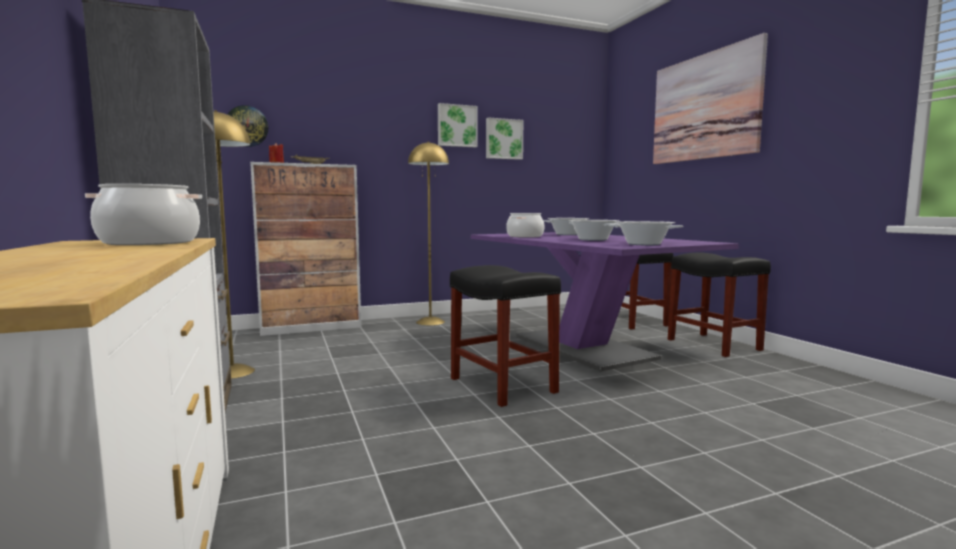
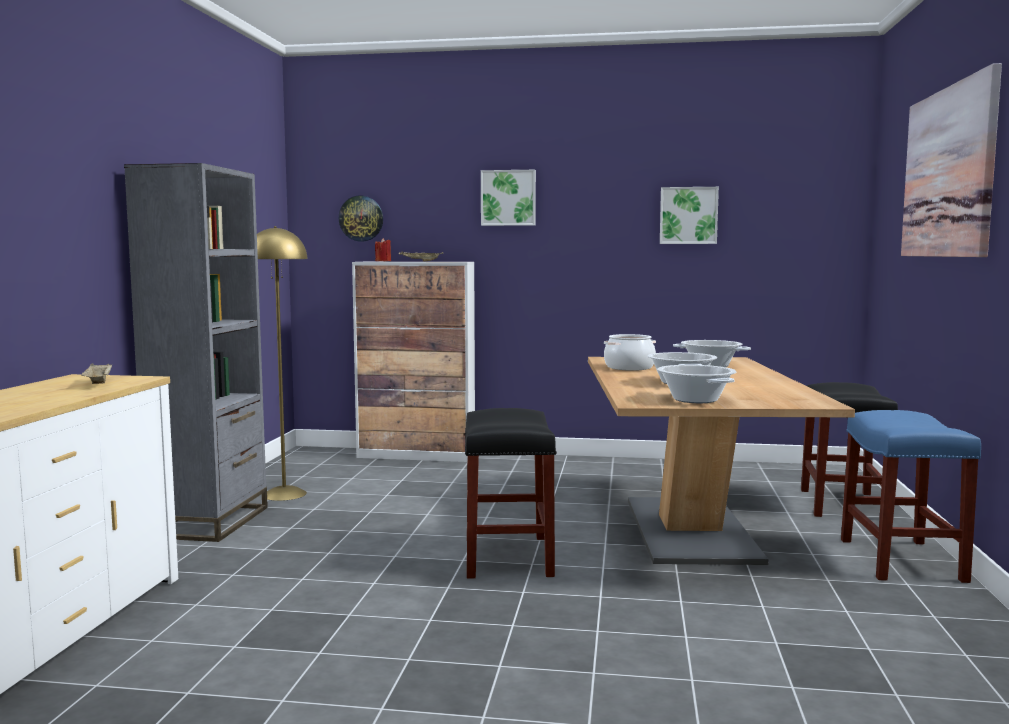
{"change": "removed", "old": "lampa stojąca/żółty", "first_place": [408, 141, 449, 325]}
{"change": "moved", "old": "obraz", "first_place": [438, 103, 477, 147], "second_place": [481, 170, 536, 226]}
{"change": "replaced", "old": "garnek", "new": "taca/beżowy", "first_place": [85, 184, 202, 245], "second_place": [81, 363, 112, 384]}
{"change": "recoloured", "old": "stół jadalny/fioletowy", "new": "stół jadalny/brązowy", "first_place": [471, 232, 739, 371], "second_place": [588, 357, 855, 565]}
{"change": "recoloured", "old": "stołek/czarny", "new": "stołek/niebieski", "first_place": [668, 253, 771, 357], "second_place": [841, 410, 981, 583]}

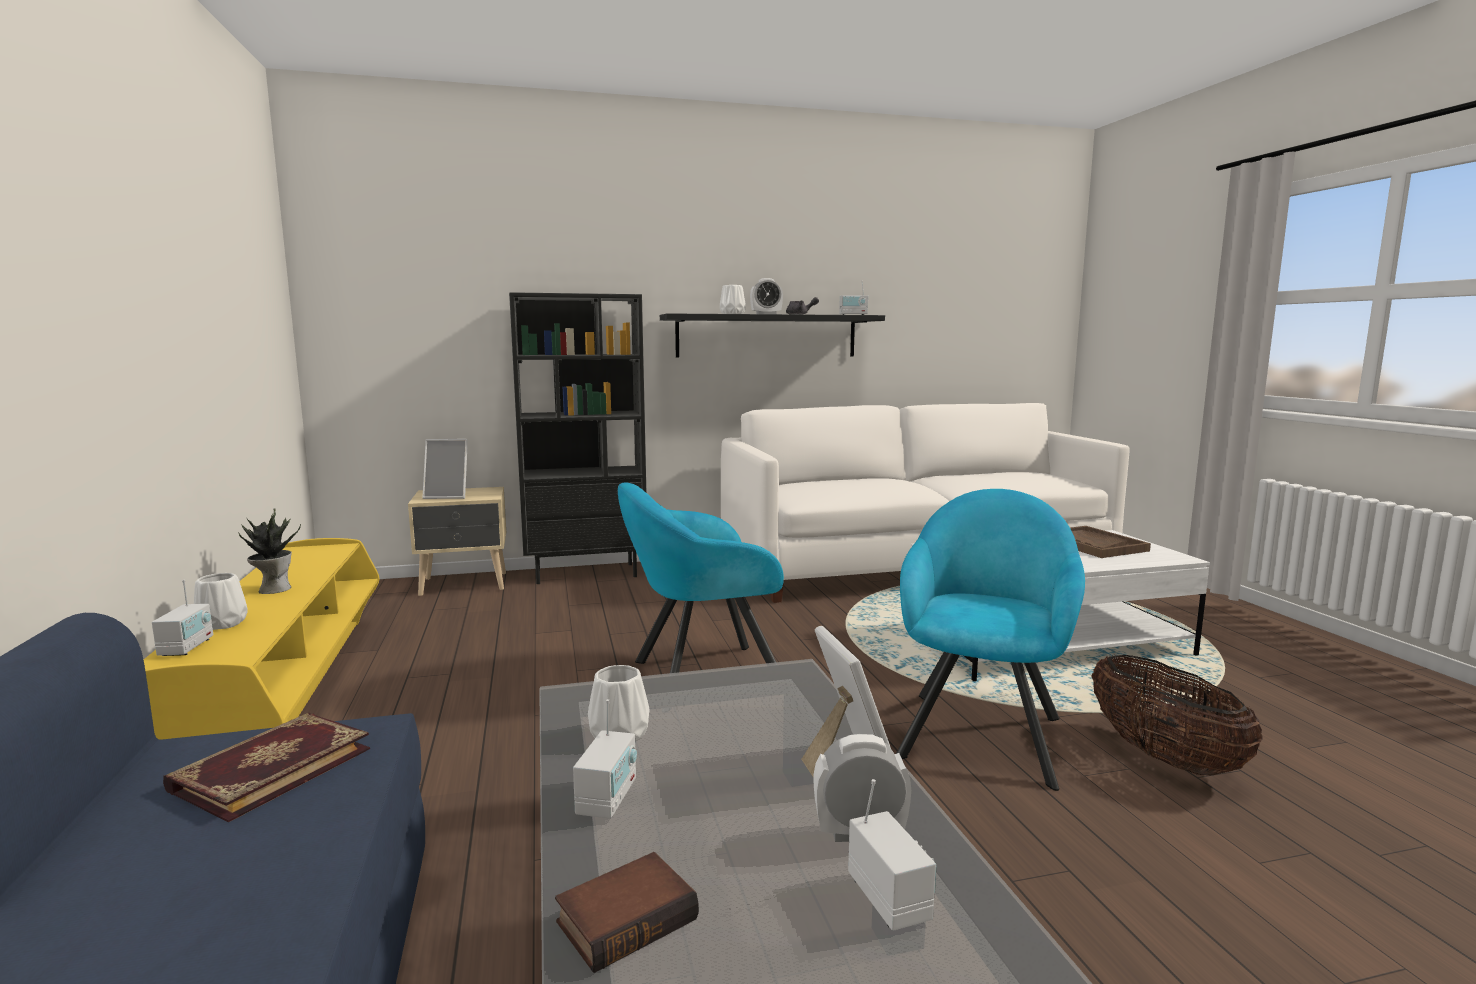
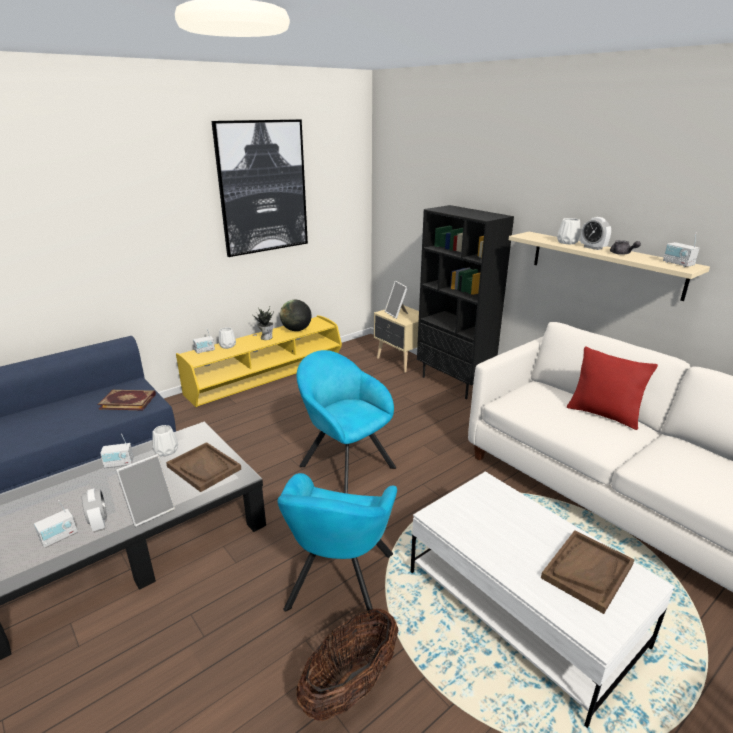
{"change": "removed", "old": "książka", "first_place": [555, 852, 699, 973]}
{"change": "added", "new": "taca/brązowy", "second_place": [166, 442, 241, 492]}
{"change": "added", "new": "obraz", "second_place": [211, 119, 308, 257]}
{"change": "added", "new": "globus", "second_place": [280, 300, 312, 331]}
{"change": "added", "new": "poduszka/czerwony", "second_place": [567, 346, 658, 430]}
{"change": "recoloured", "old": "półka/czarny", "new": "półka/beżowy", "first_place": [660, 313, 885, 357], "second_place": [509, 232, 710, 301]}
{"change": "turned", "old": "fotel/turkusowy", "first_place": [896, 489, 1085, 791], "second_place": [278, 473, 397, 627], "degrees": 105}

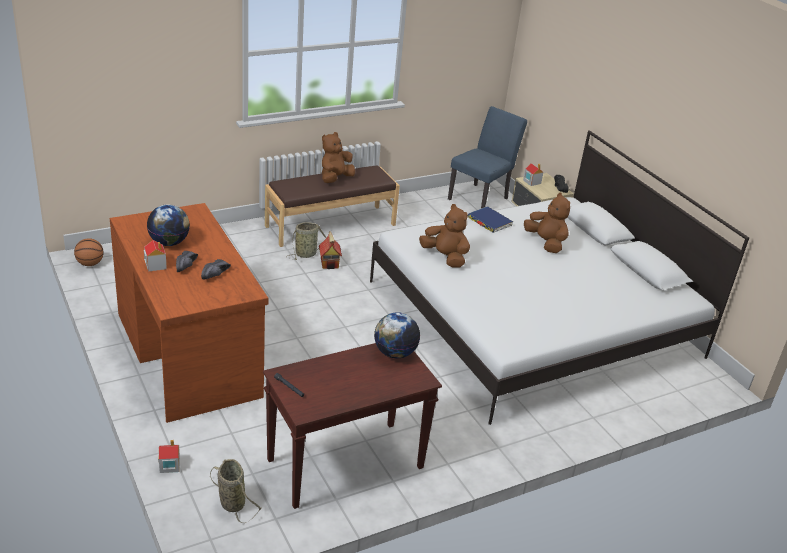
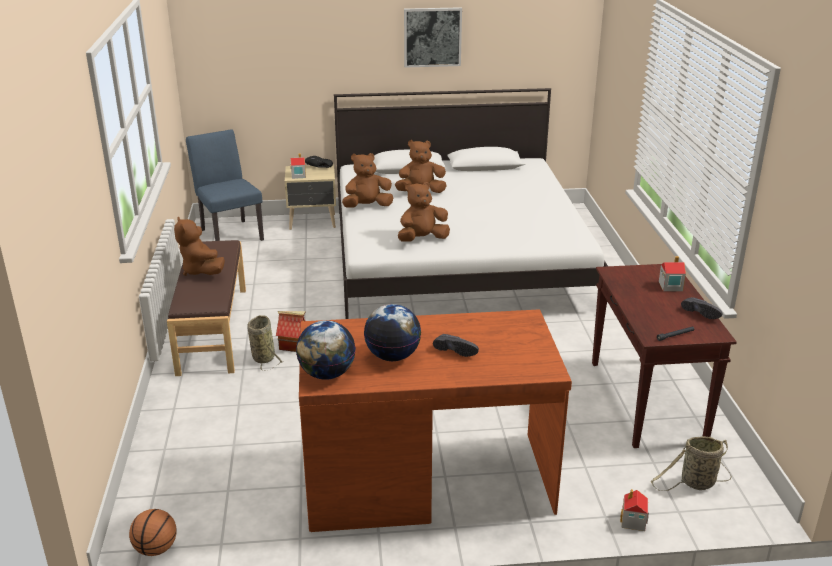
{"change": "added", "new": "obraz", "second_place": [404, 7, 462, 67]}
{"change": "moved", "old": "domek", "first_place": [144, 240, 167, 272], "second_place": [659, 256, 686, 291]}
{"change": "moved", "old": "but/czarny", "first_place": [201, 259, 231, 279], "second_place": [681, 297, 722, 319]}
{"change": "moved", "old": "globus", "first_place": [374, 312, 420, 358], "second_place": [296, 320, 356, 380]}
{"change": "replaced", "old": "książka/niebieski", "new": "pluszak/brązowy", "first_place": [467, 206, 513, 233], "second_place": [342, 153, 393, 207]}

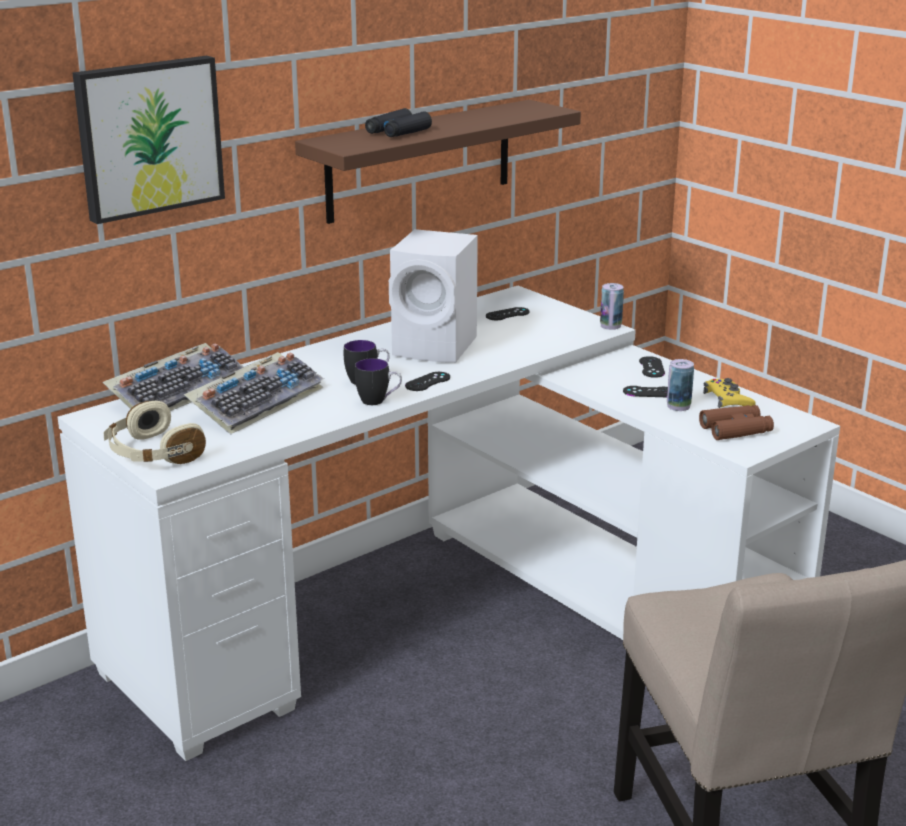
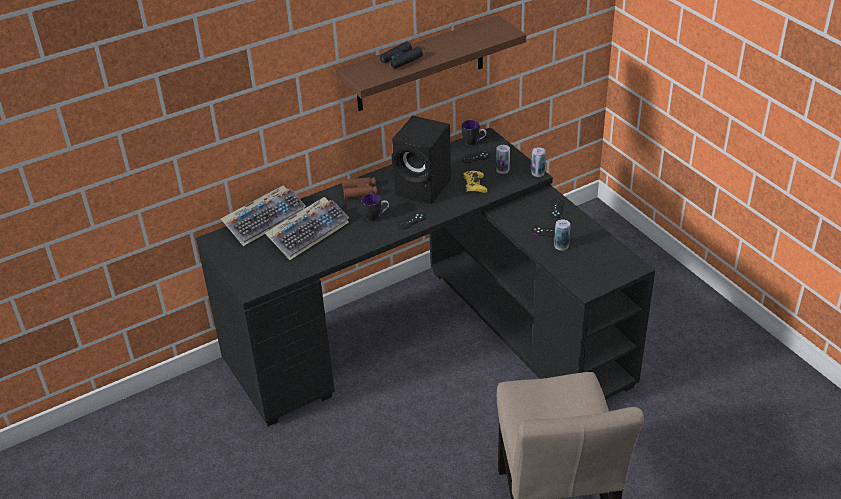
{"change": "removed", "old": "obraz", "first_place": [73, 56, 225, 224]}
{"change": "removed", "old": "słuchawki/beżowy", "first_place": [104, 401, 206, 464]}
{"change": "added", "new": "puszka", "second_place": [496, 145, 510, 174]}
{"change": "moved", "old": "kubek", "first_place": [355, 358, 402, 405], "second_place": [462, 120, 486, 145]}
{"change": "moved", "old": "lornetka/brązowy", "first_place": [699, 405, 774, 440], "second_place": [342, 177, 378, 199]}
{"change": "moved", "old": "pad do gier/żółty", "first_place": [703, 378, 756, 408], "second_place": [463, 171, 487, 193]}
{"change": "recoloured", "old": "biurko/biały", "new": "biurko/czarny", "first_place": [58, 286, 840, 761], "second_place": [196, 127, 655, 426]}
{"change": "recoloured", "old": "głośnik/biały", "new": "głośnik/czarny", "first_place": [389, 229, 478, 363], "second_place": [392, 116, 451, 204]}

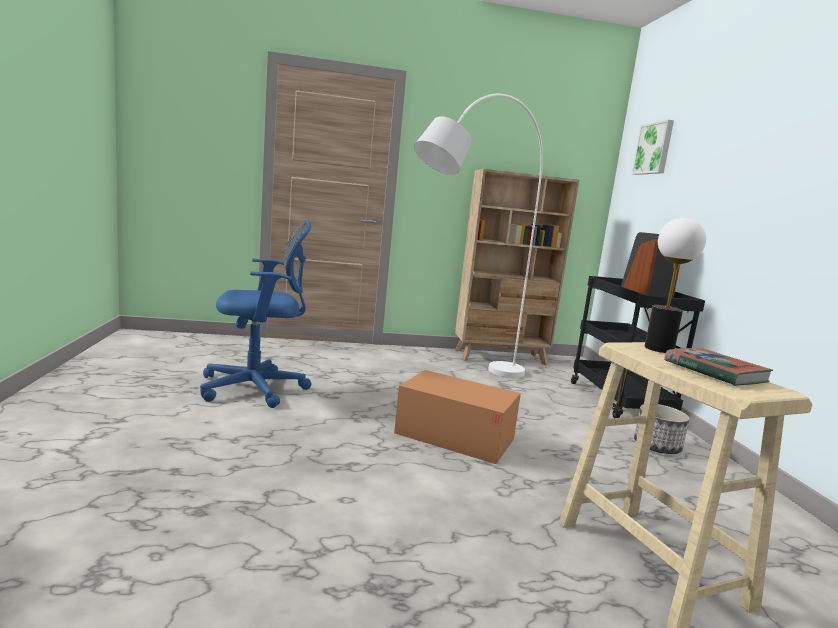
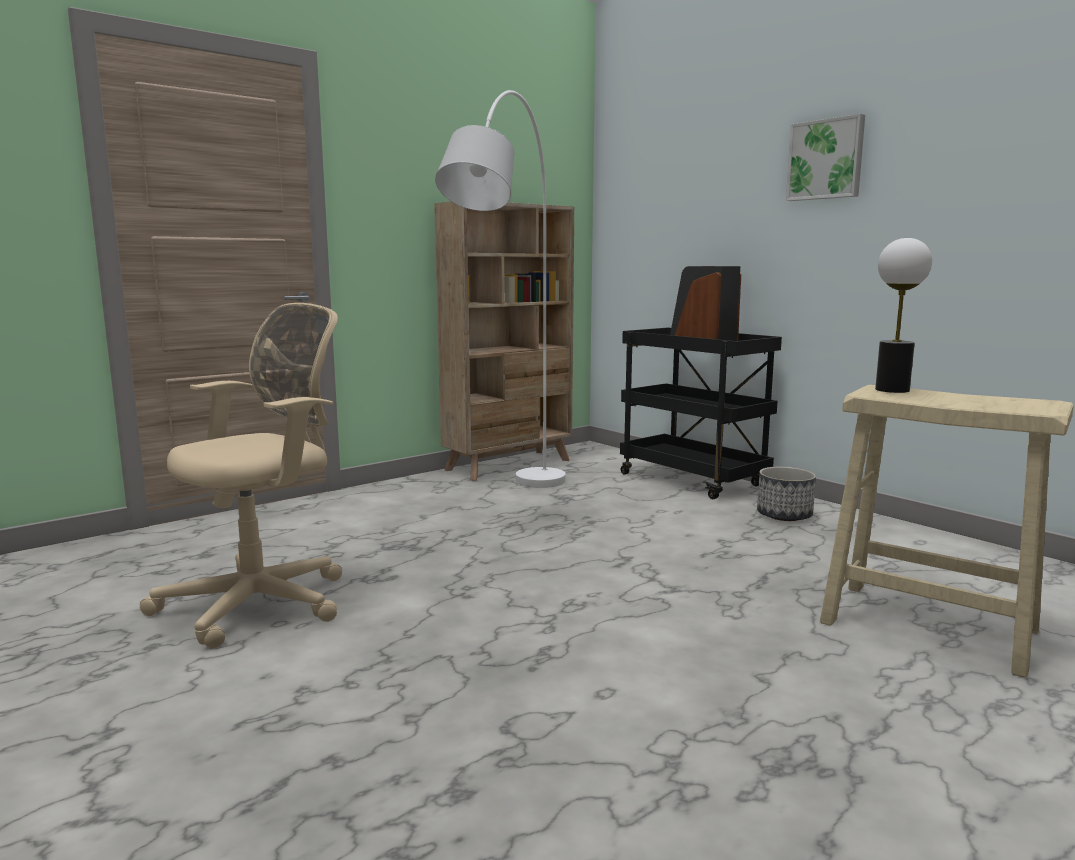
{"change": "removed", "old": "karton", "first_place": [394, 370, 521, 464]}
{"change": "removed", "old": "książka", "first_place": [664, 348, 773, 386]}
{"change": "moved", "old": "obraz", "first_place": [632, 120, 674, 175], "second_place": [786, 114, 865, 201]}
{"change": "recoloured", "old": "krzesło biurowe/niebieski", "new": "krzesło biurowe/beżowy", "first_place": [200, 219, 311, 408], "second_place": [140, 303, 342, 649]}

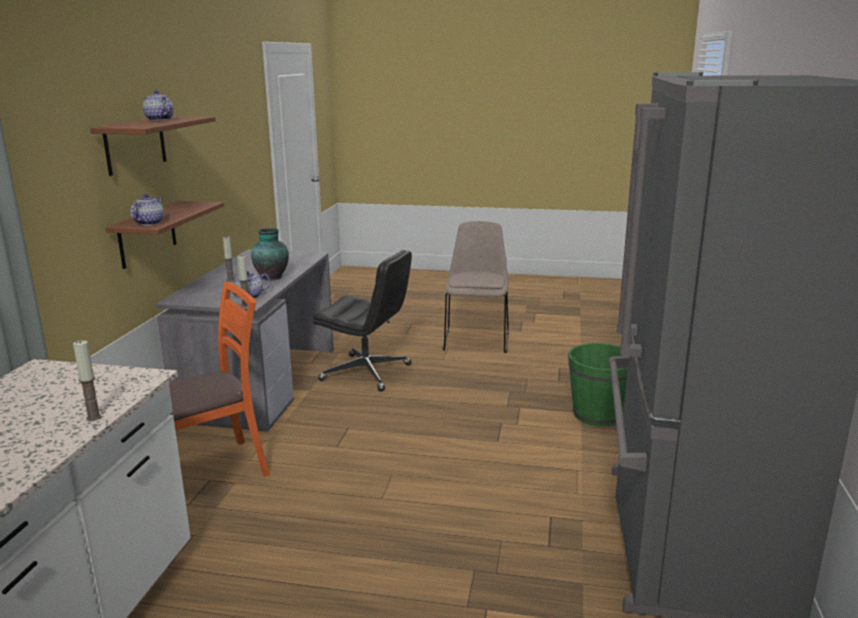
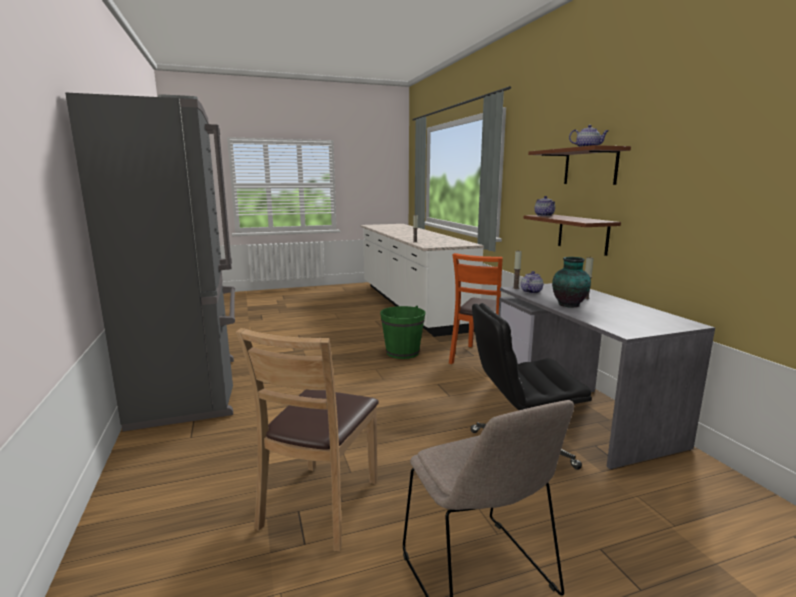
{"change": "added", "new": "krzesło/brązowy", "second_place": [236, 328, 379, 551]}
{"change": "moved", "old": "wiadro/zielony", "first_place": [568, 343, 628, 427], "second_place": [380, 306, 425, 359]}

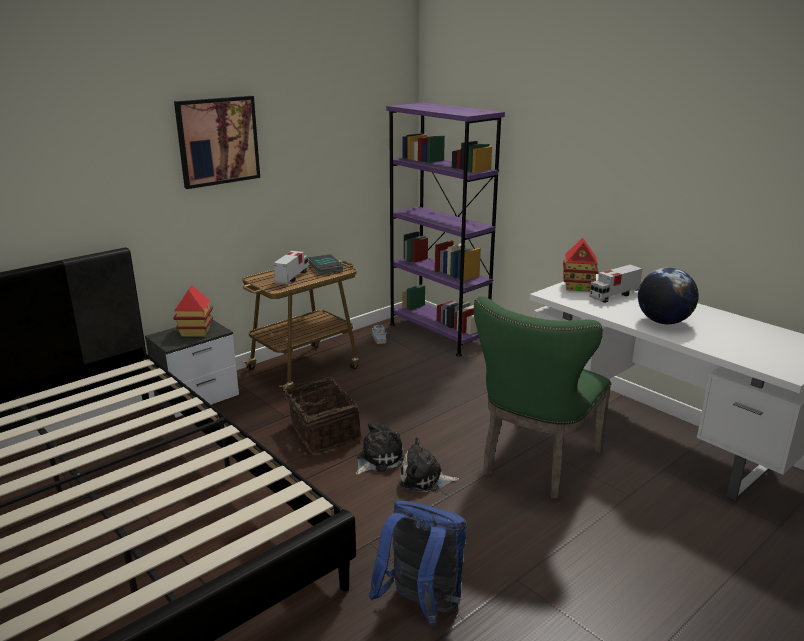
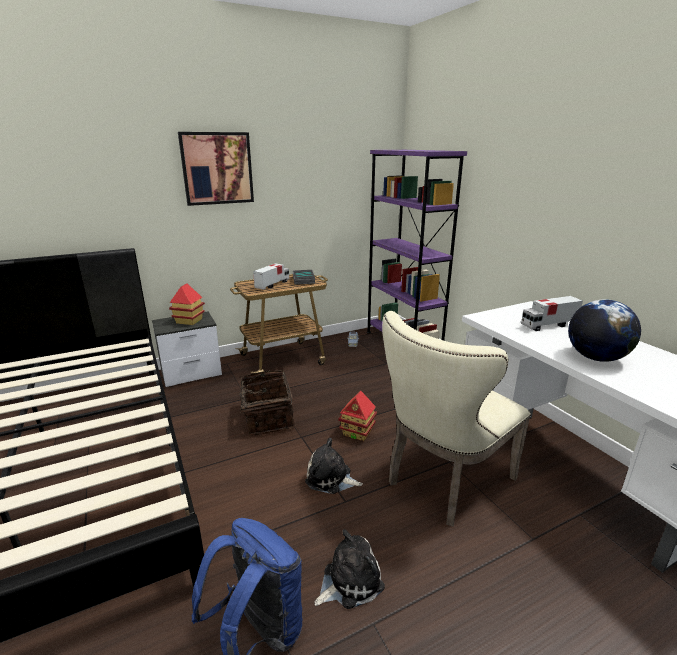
{"change": "moved", "old": "pluszak", "first_place": [356, 423, 405, 475], "second_place": [314, 529, 385, 609]}
{"change": "moved", "old": "domek", "first_place": [563, 238, 599, 292], "second_place": [338, 391, 377, 441]}
{"change": "recoloured", "old": "krzesło/zielony", "new": "krzesło/beżowy", "first_place": [474, 296, 611, 499], "second_place": [382, 311, 531, 526]}

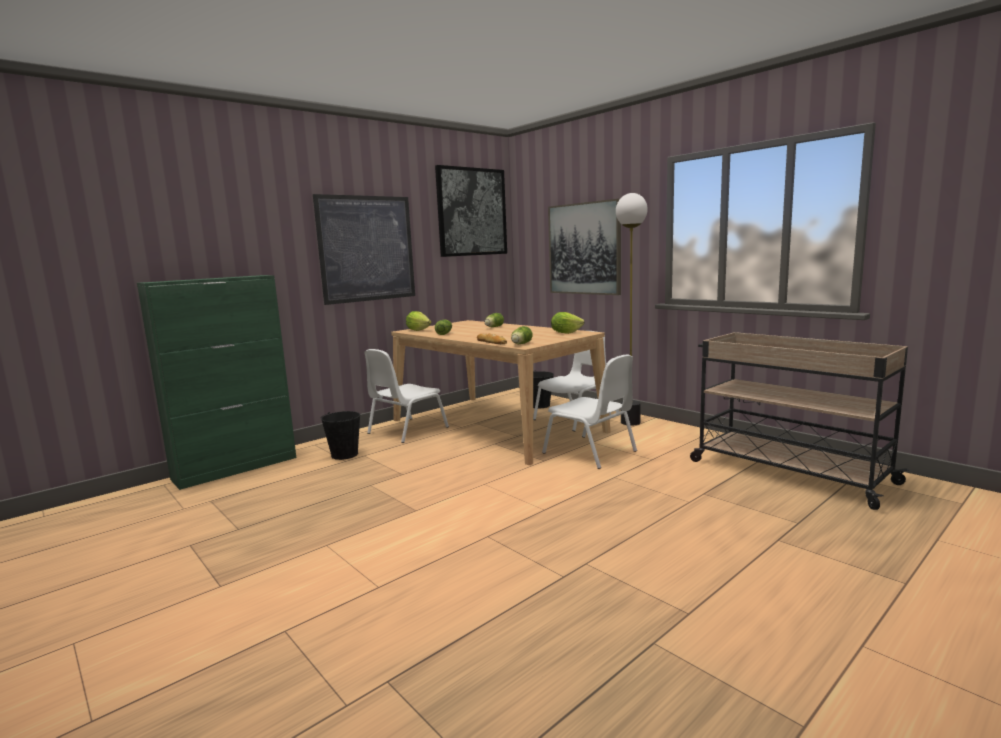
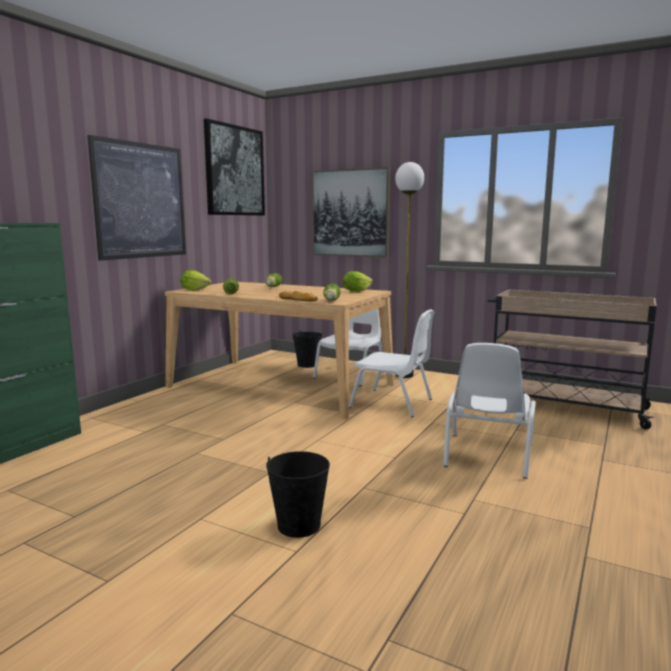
{"change": "moved", "old": "wiadro/czarny", "first_place": [321, 411, 360, 460], "second_place": [266, 451, 330, 538]}
{"change": "moved", "old": "krzesło/biały", "first_place": [364, 349, 449, 443], "second_place": [443, 343, 536, 479]}

